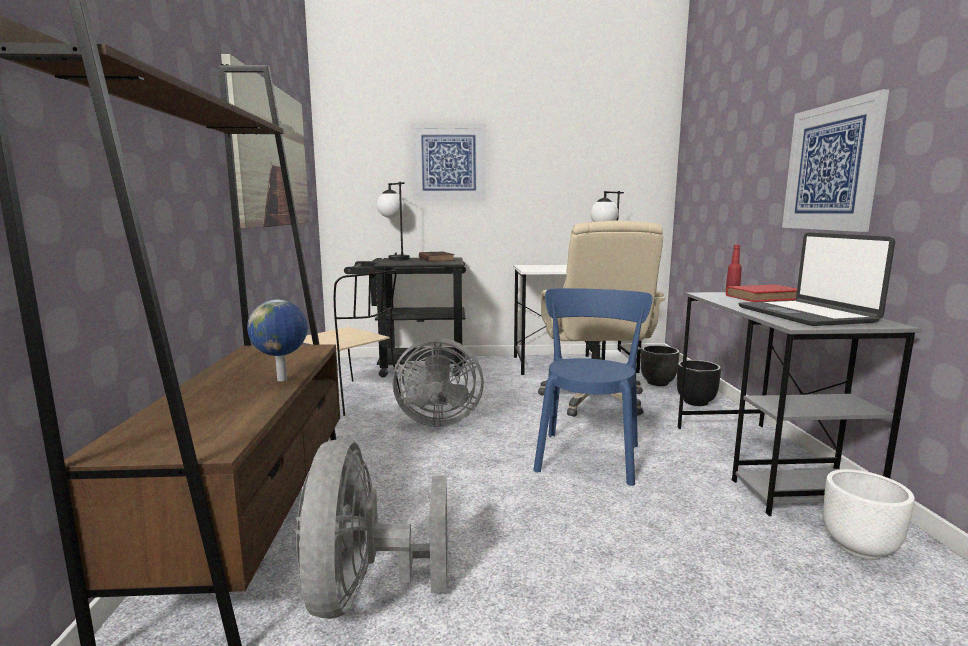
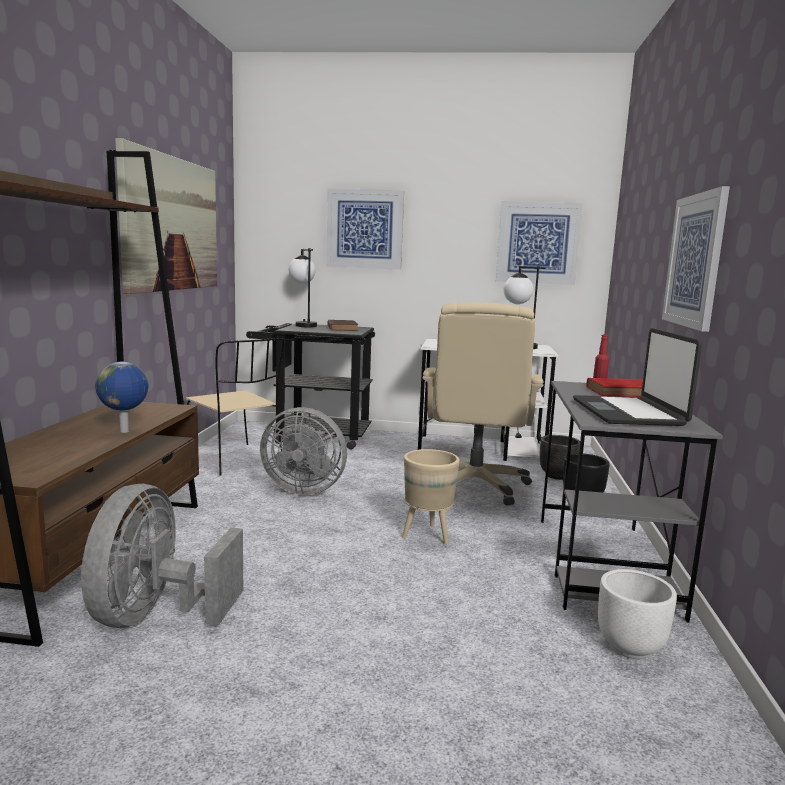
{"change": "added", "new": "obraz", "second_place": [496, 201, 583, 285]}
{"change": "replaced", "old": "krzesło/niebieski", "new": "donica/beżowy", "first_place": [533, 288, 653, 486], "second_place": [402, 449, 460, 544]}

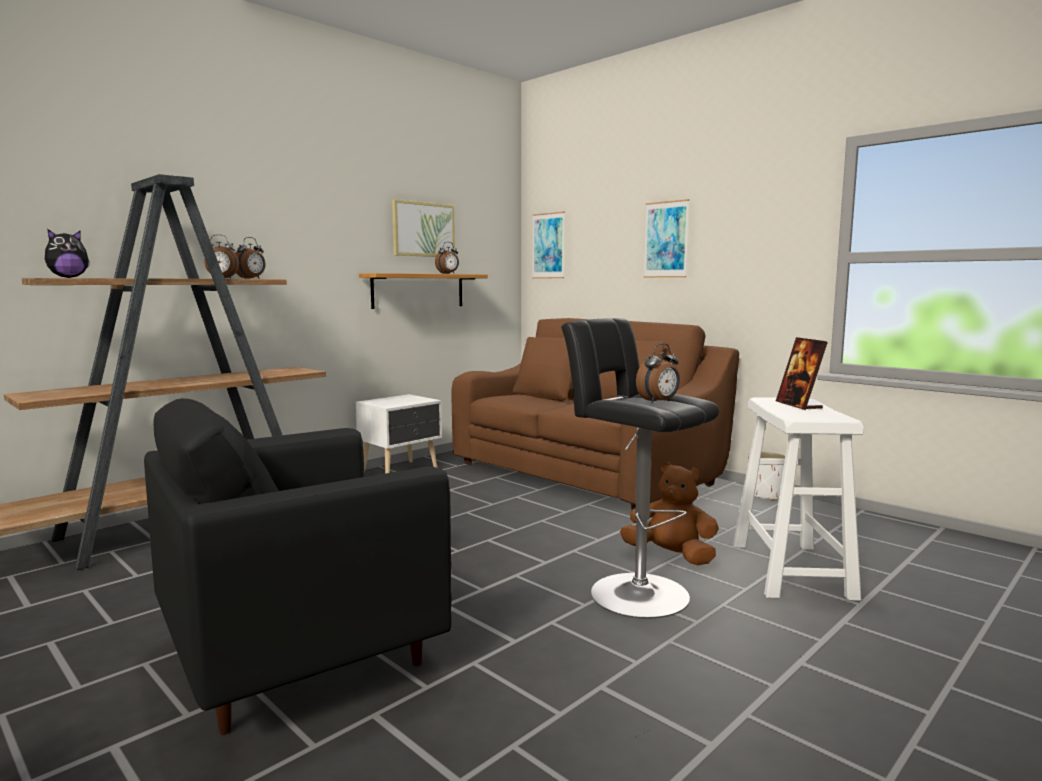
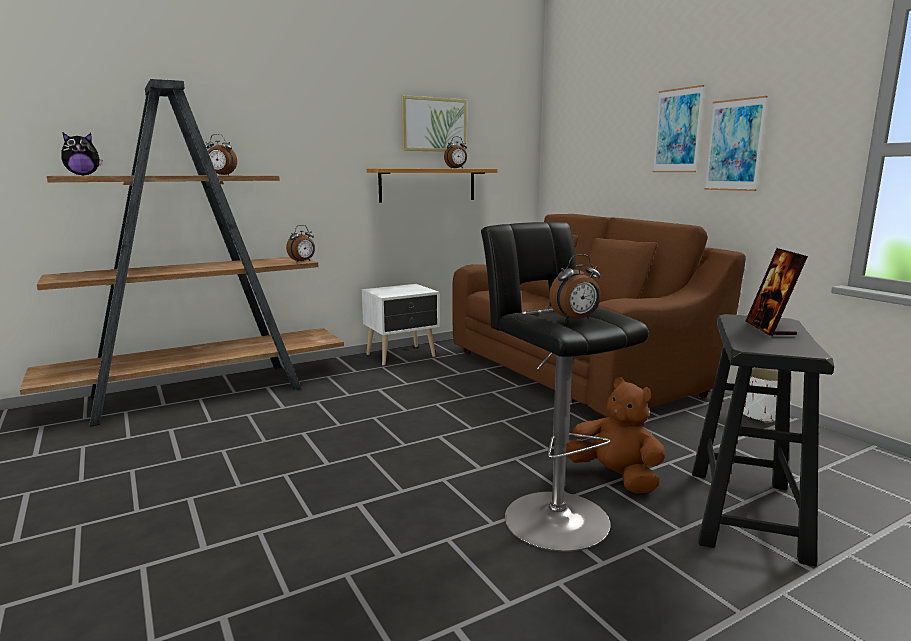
{"change": "removed", "old": "fotel/czarny", "first_place": [144, 398, 451, 735]}
{"change": "moved", "old": "budzik", "first_place": [235, 237, 266, 279], "second_place": [286, 225, 315, 262]}
{"change": "moved", "old": "obraz", "first_place": [532, 212, 565, 278], "second_place": [704, 96, 767, 191]}
{"change": "recoloured", "old": "stołek/biały", "new": "stołek/czarny", "first_place": [733, 397, 864, 601], "second_place": [692, 314, 834, 566]}

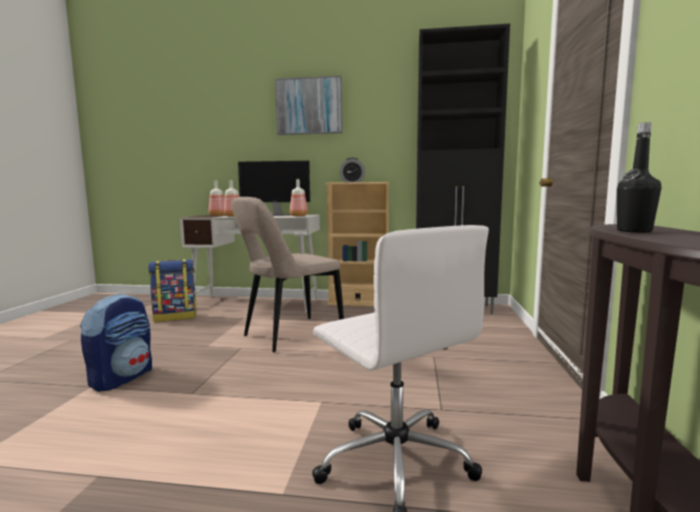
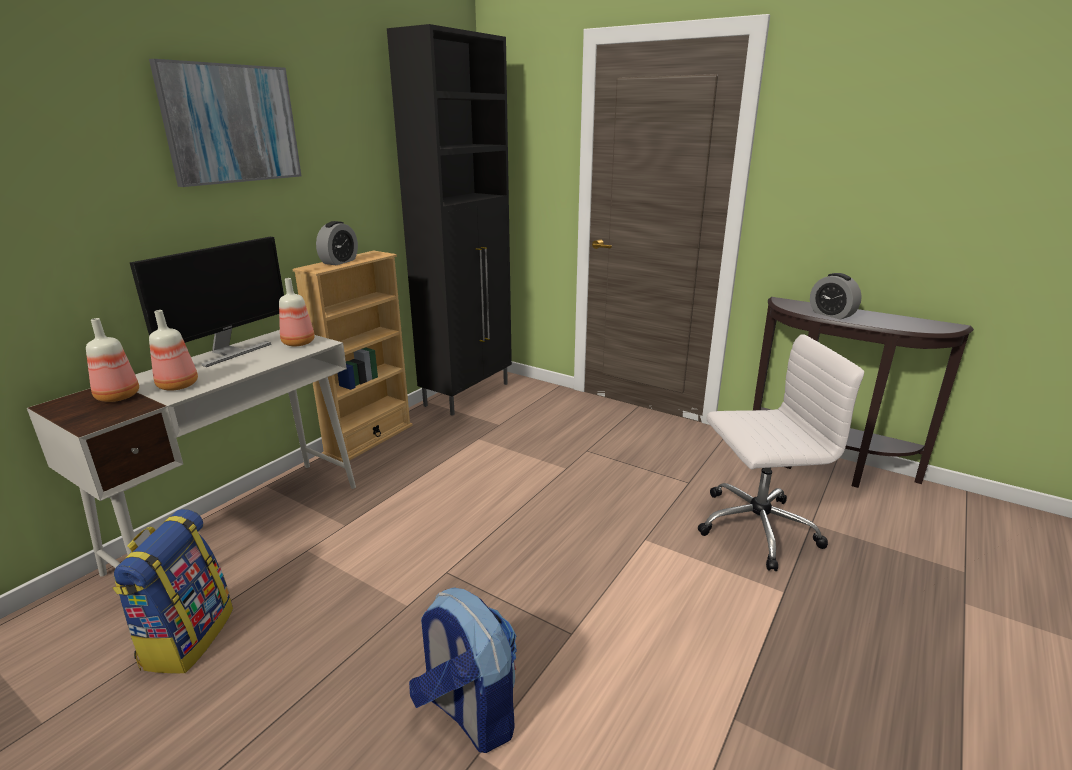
{"change": "removed", "old": "krzesło/beżowy", "first_place": [232, 197, 344, 352]}
{"change": "replaced", "old": "butelka/czarny", "new": "budzik", "first_place": [617, 122, 661, 232], "second_place": [810, 273, 862, 320]}

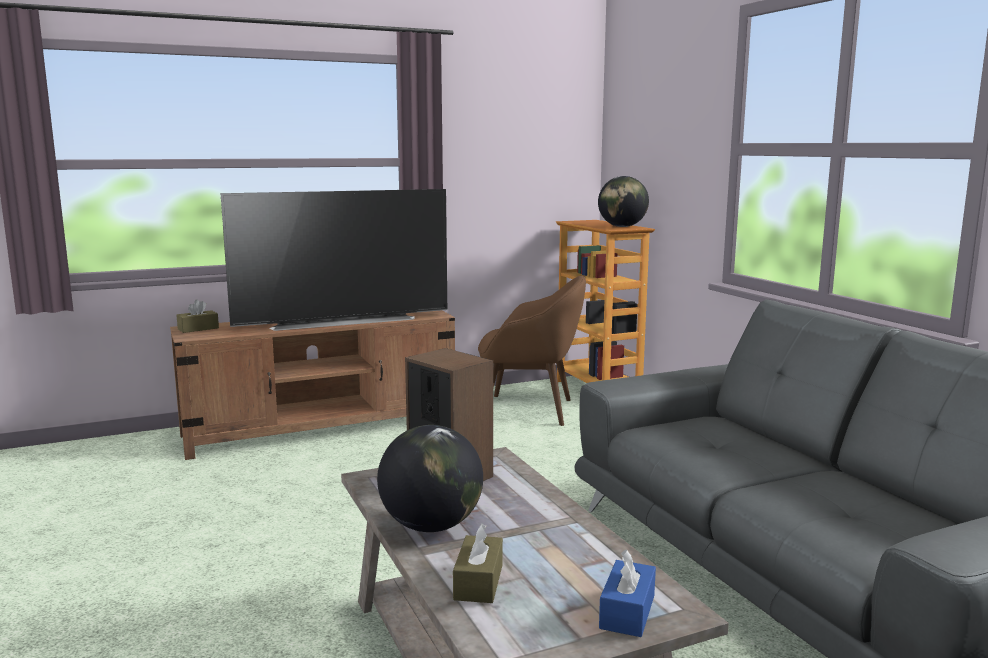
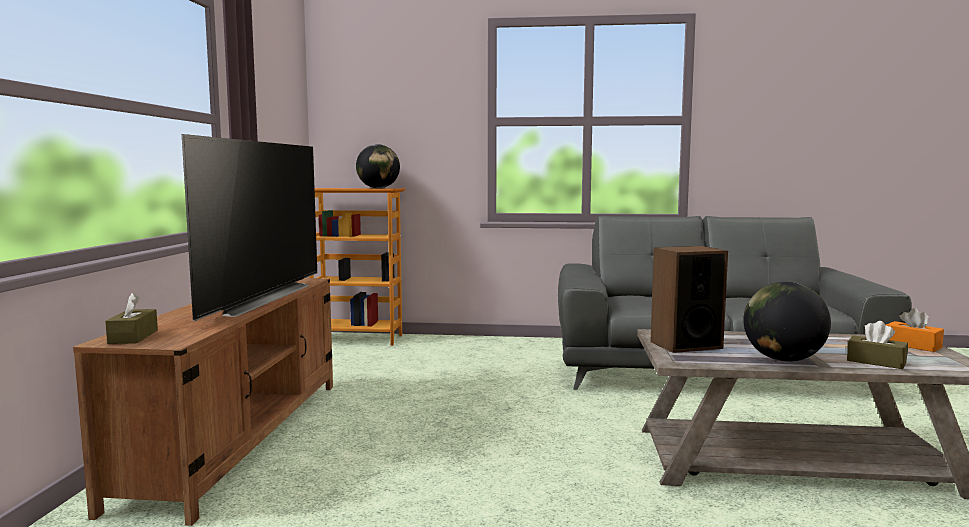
{"change": "removed", "old": "fotel/brązowy", "first_place": [478, 276, 586, 426]}
{"change": "recoloured", "old": "pudełko chusteczek/niebieski", "new": "pudełko chusteczek/pomarańczowy", "first_place": [599, 549, 656, 637], "second_place": [886, 308, 944, 352]}

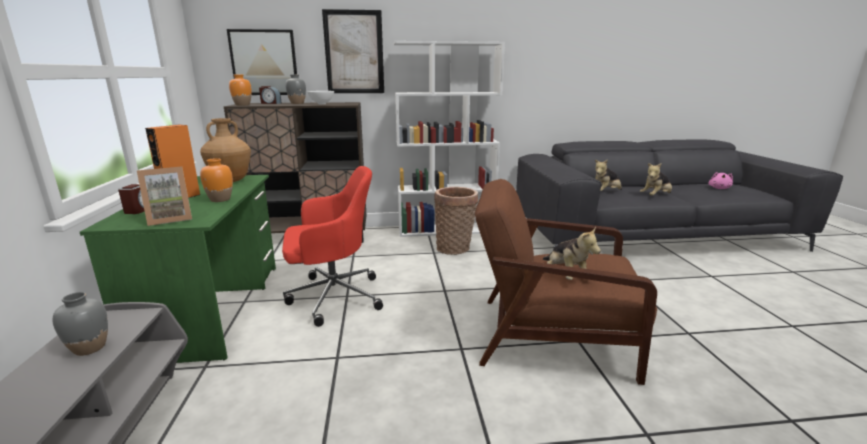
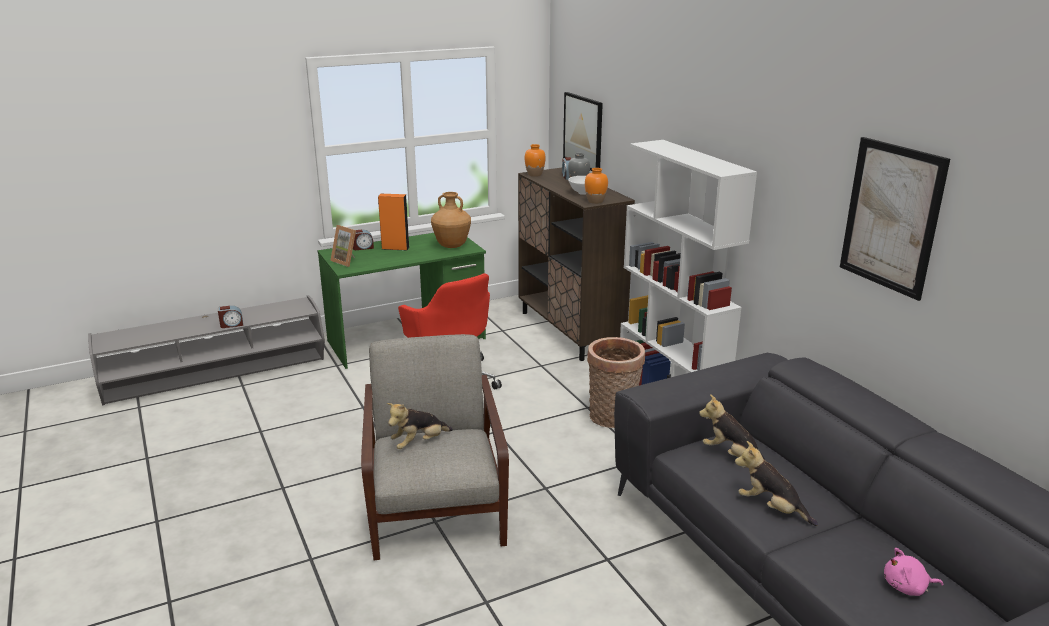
{"change": "removed", "old": "wazon/szary", "first_place": [53, 292, 108, 356]}
{"change": "added", "new": "budzik", "second_place": [218, 305, 243, 328]}
{"change": "moved", "old": "wazon/pomarańczowy", "first_place": [200, 158, 233, 202], "second_place": [585, 168, 608, 204]}
{"change": "moved", "old": "obraz", "first_place": [322, 9, 384, 93], "second_place": [840, 137, 950, 301]}
{"change": "recoloured", "old": "fotel/brązowy", "new": "fotel/szary", "first_place": [475, 179, 657, 385], "second_place": [361, 334, 509, 560]}

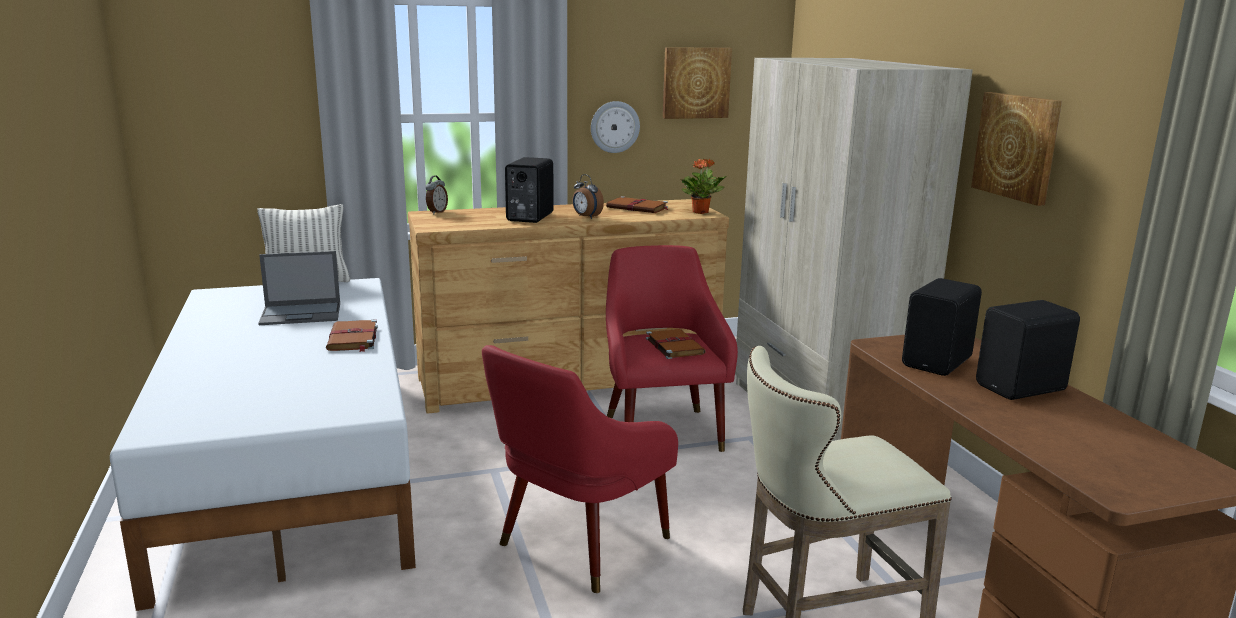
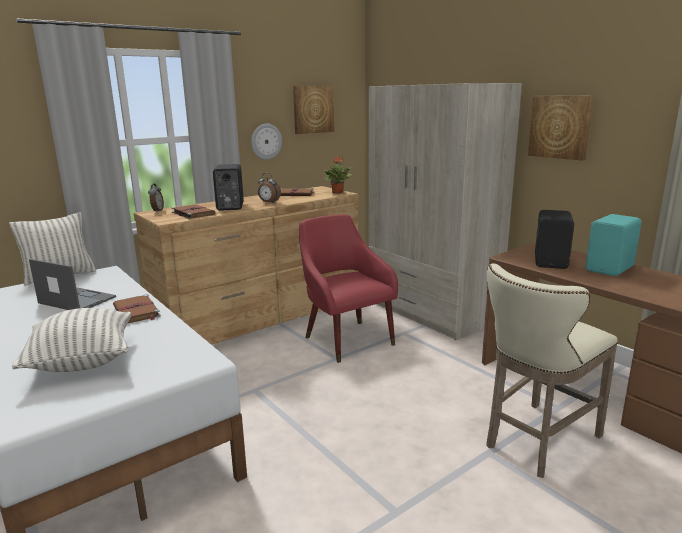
{"change": "removed", "old": "fotel/czerwony", "first_place": [482, 345, 678, 593]}
{"change": "added", "new": "poduszka", "second_place": [12, 308, 131, 372]}
{"change": "moved", "old": "książka/brązowy", "first_place": [646, 329, 706, 359], "second_place": [172, 204, 215, 219]}
{"change": "recoloured", "old": "głośnik/czarny", "new": "głośnik/turkusowy", "first_place": [976, 300, 1080, 400], "second_place": [586, 214, 641, 276]}
{"change": "turned", "old": "laptop", "first_place": [258, 251, 340, 325], "second_place": [29, 259, 116, 310], "degrees": -120}

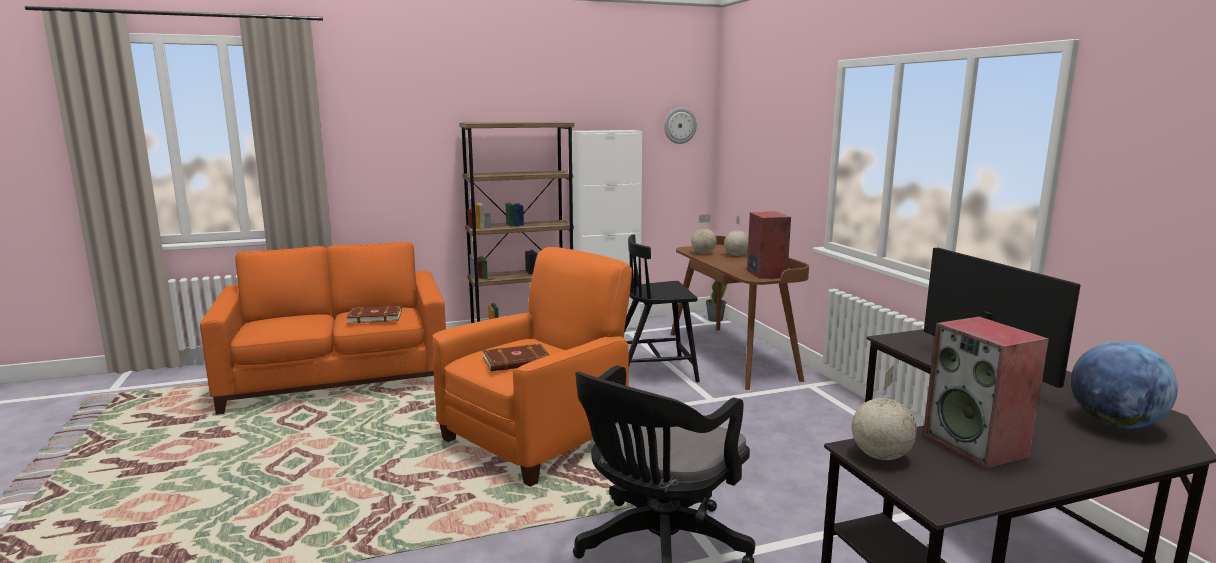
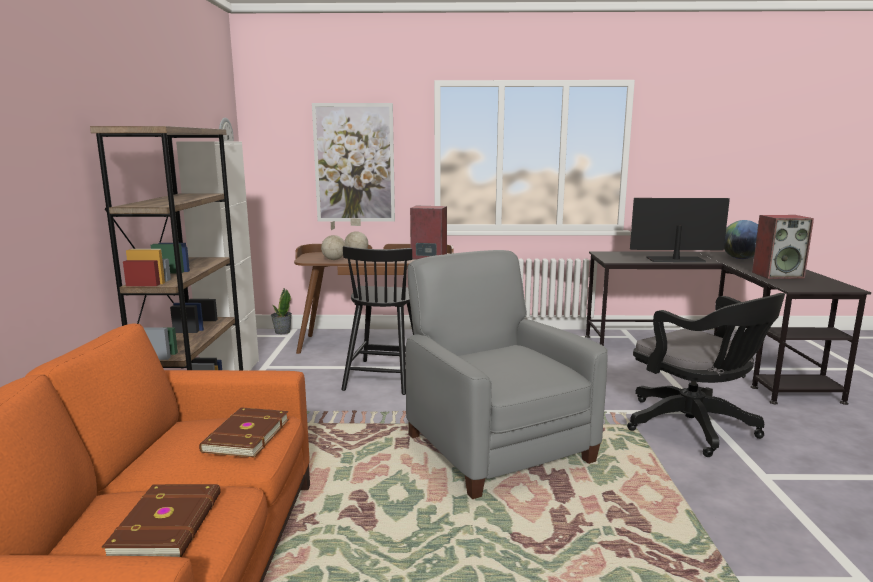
{"change": "removed", "old": "globus", "first_place": [852, 365, 917, 460]}
{"change": "added", "new": "obraz", "second_place": [312, 103, 395, 221]}
{"change": "moved", "old": "książka/brązowy", "first_place": [483, 344, 549, 371], "second_place": [102, 484, 221, 557]}
{"change": "recoloured", "old": "fotel/pomarańczowy", "new": "fotel/szary", "first_place": [432, 247, 632, 487], "second_place": [405, 250, 608, 499]}

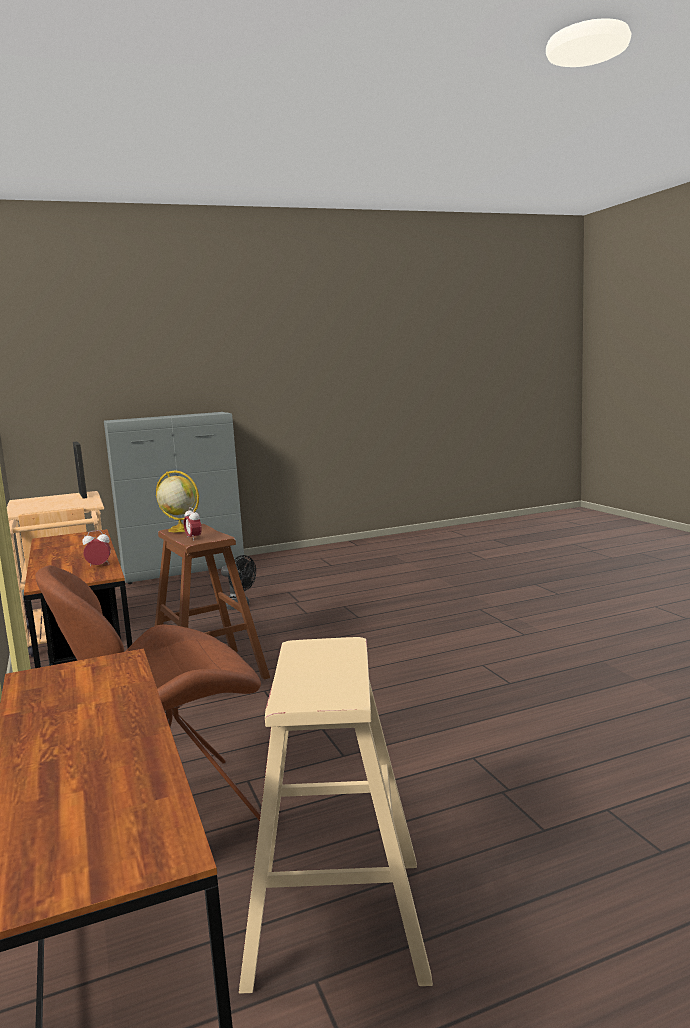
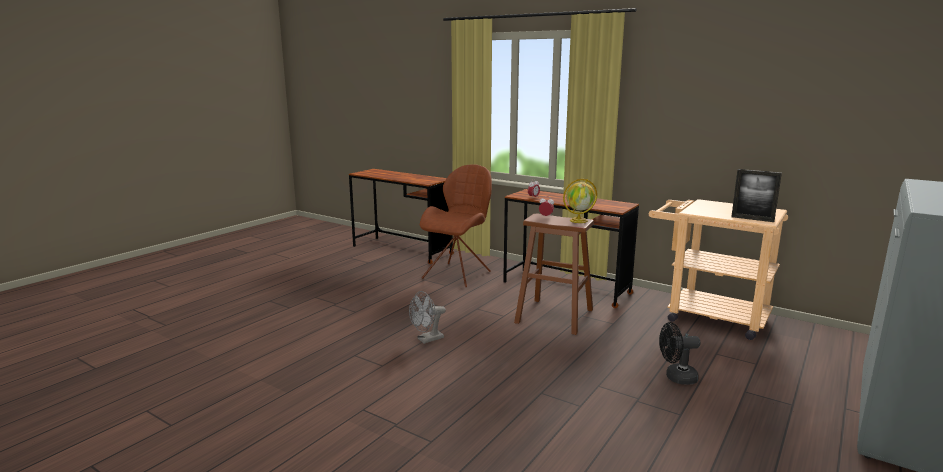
{"change": "removed", "old": "stołek/beżowy", "first_place": [239, 637, 433, 994]}
{"change": "added", "new": "wentylator/szary", "second_place": [409, 291, 446, 344]}

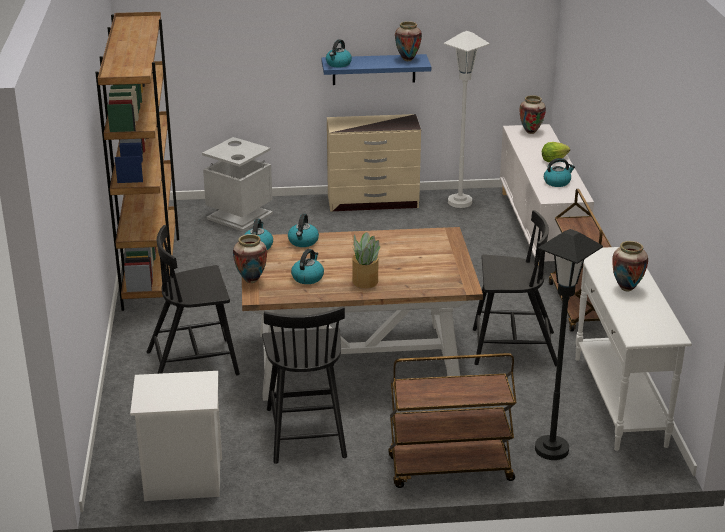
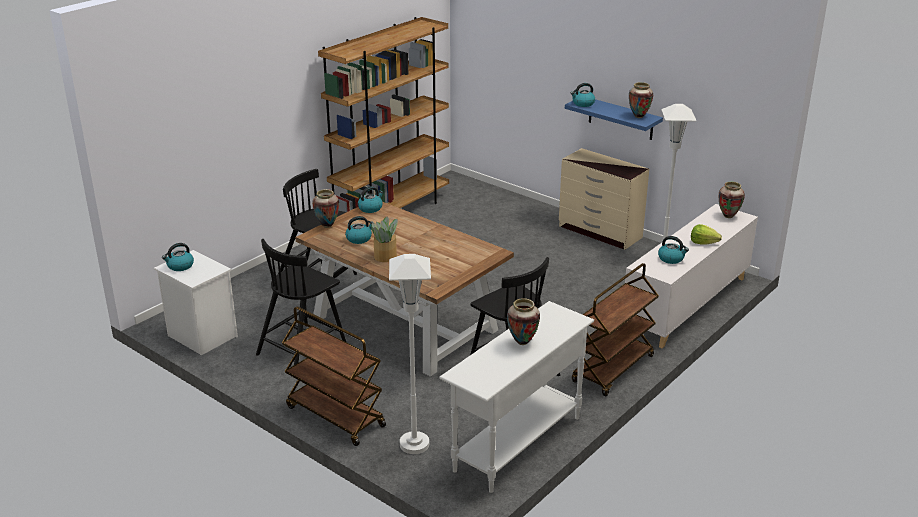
{"change": "removed", "old": "kosz na śmieci/szary", "first_place": [202, 137, 273, 231]}
{"change": "moved", "old": "czajnik", "first_place": [288, 214, 319, 247], "second_place": [162, 243, 194, 271]}
{"change": "recoloured", "old": "lampa stojąca/czarny", "new": "lampa stojąca/biały", "first_place": [535, 229, 603, 460], "second_place": [389, 254, 431, 454]}

